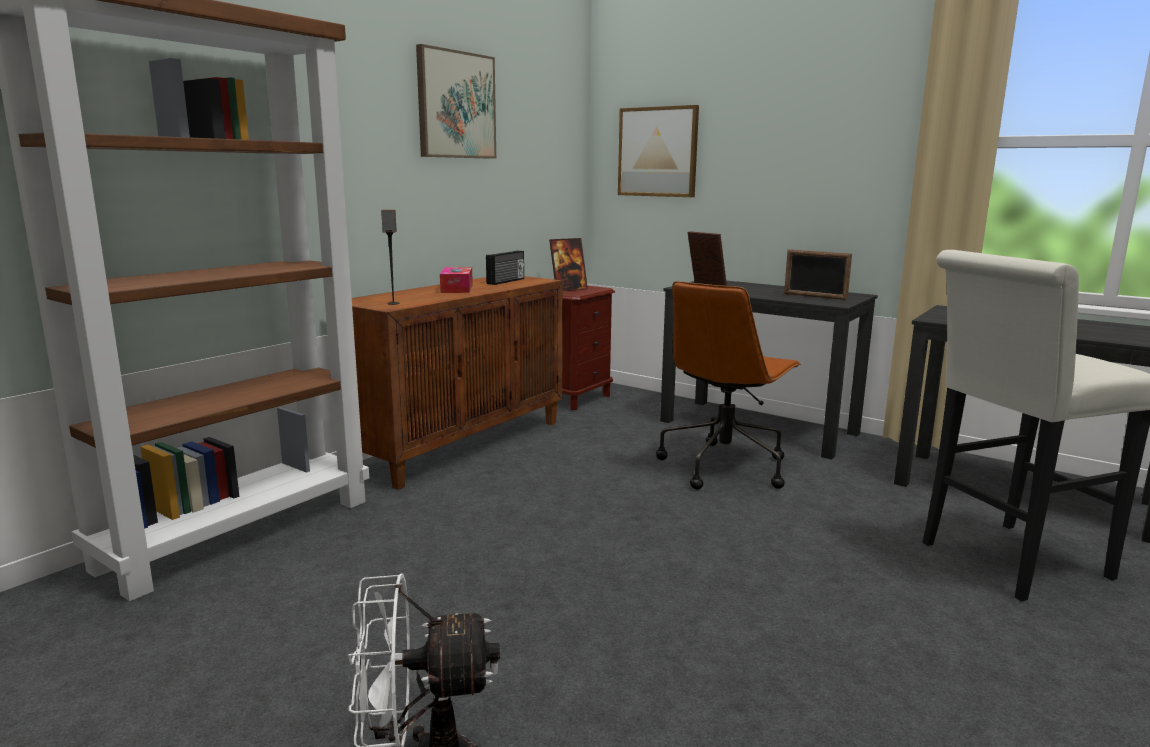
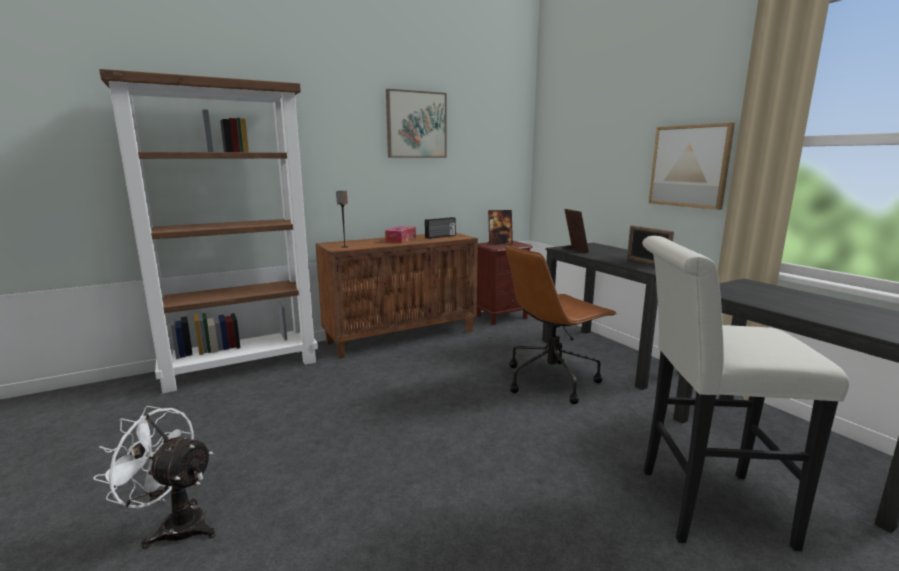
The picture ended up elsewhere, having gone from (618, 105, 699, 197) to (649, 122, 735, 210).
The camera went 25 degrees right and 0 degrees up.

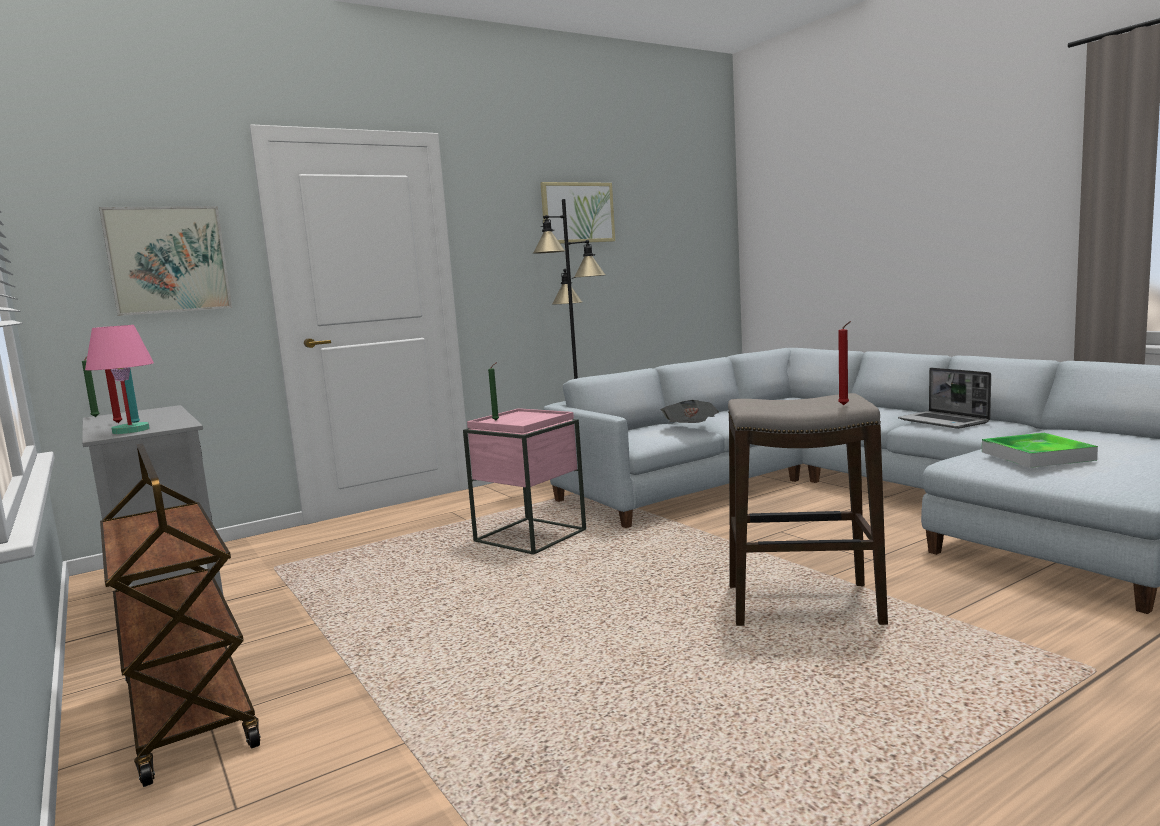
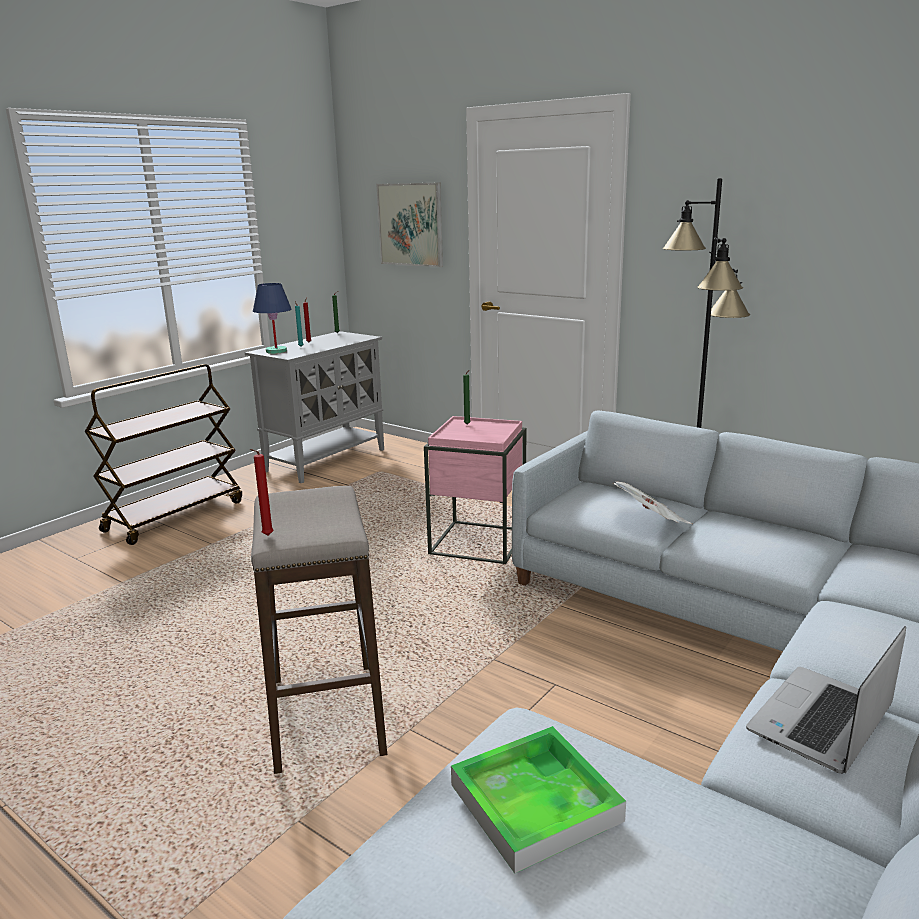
The second view lost the picture at (540, 182, 615, 244).
What was the pinkish table lamp at (85, 325, 154, 434) turned into the bluish table lamp at (253, 283, 291, 354).
The camera went 70 degrees right and 10 degrees up.

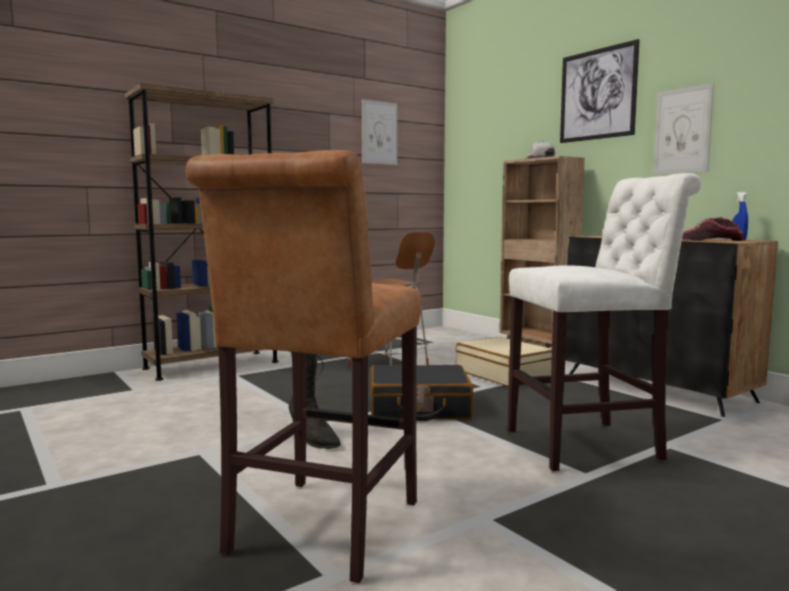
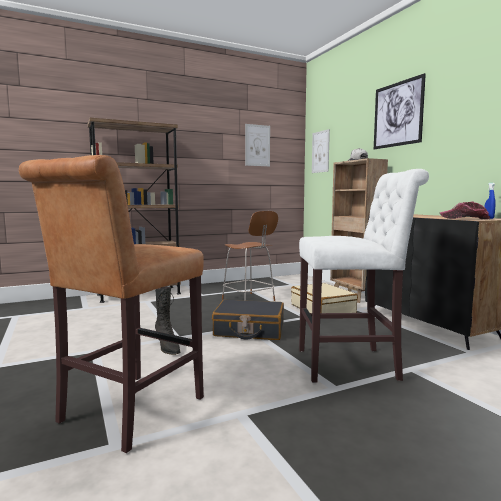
The picture ended up elsewhere, having gone from (653, 83, 714, 175) to (312, 129, 330, 173).
The camera went 10 degrees right and 0 degrees up.

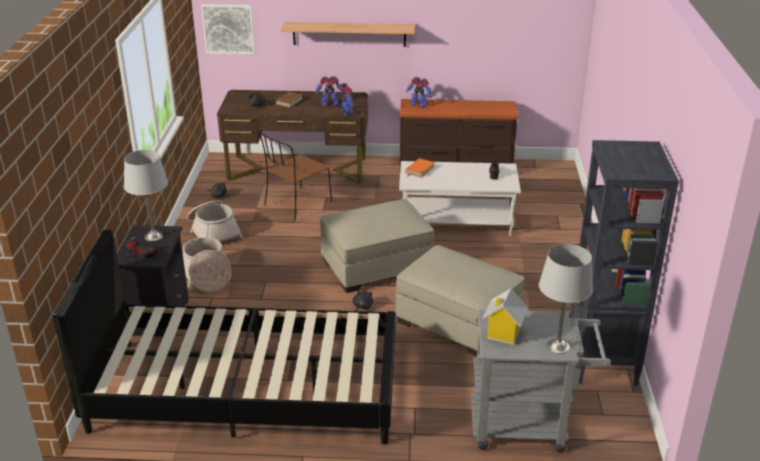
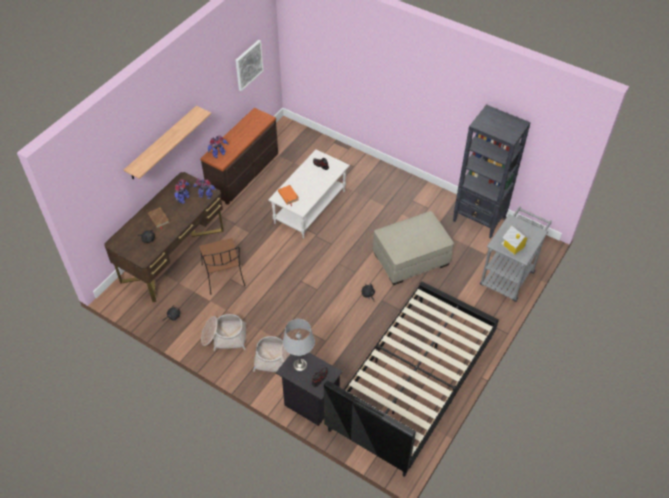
The second view lost the beige footrest at (320, 199, 434, 293).
The second view lost the greyish table lamp at (539, 244, 593, 354).
The picture ended up elsewhere, having gone from (201, 4, 255, 54) to (236, 40, 264, 91).
The camera went 60 degrees left and 20 degrees up.

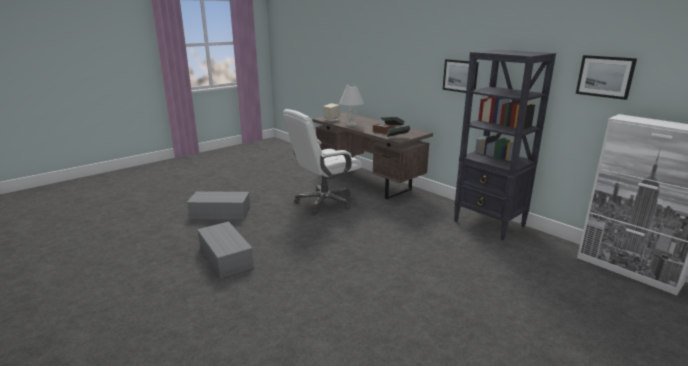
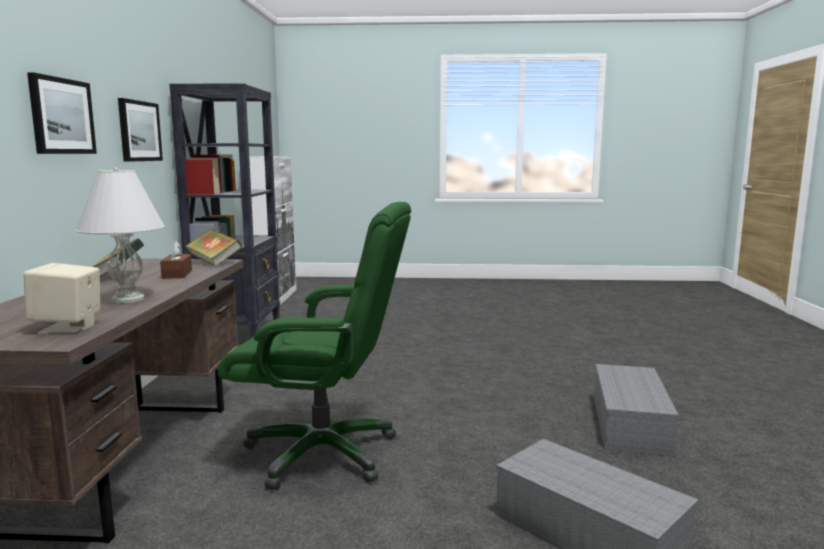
The picture ended up elsewhere, having gone from (576, 55, 637, 100) to (27, 72, 97, 154).
What was the white-coloured office chair at (283, 109, 362, 214) turned into the green office chair at (218, 202, 411, 490).
The camera went 135 degrees left and 10 degrees down.

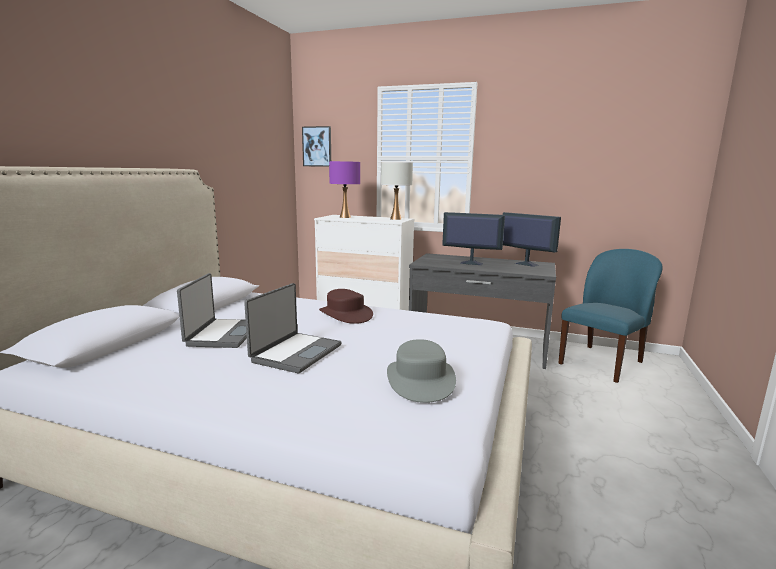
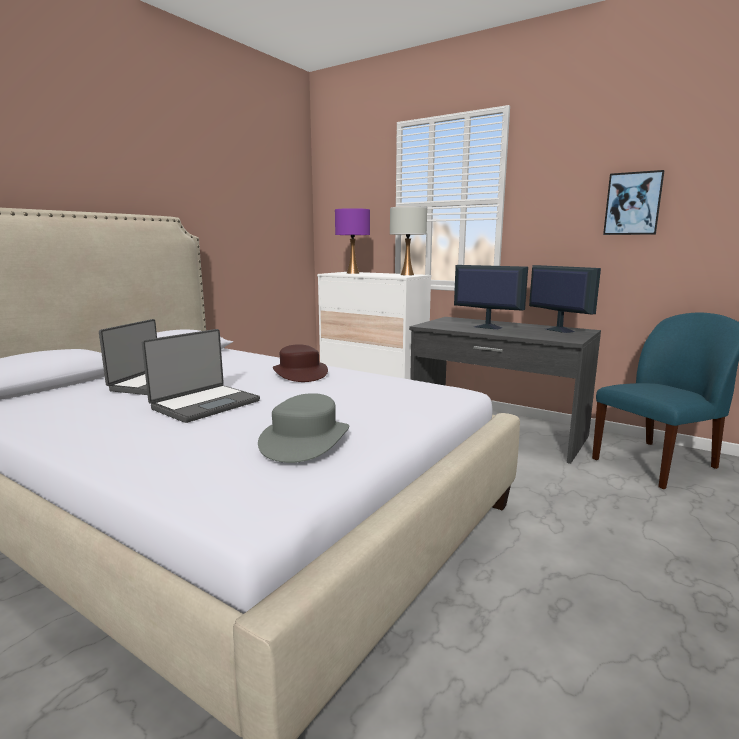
The picture ended up elsewhere, having gone from (302, 126, 331, 167) to (603, 170, 665, 235).
The camera went 15 degrees right and 0 degrees up.

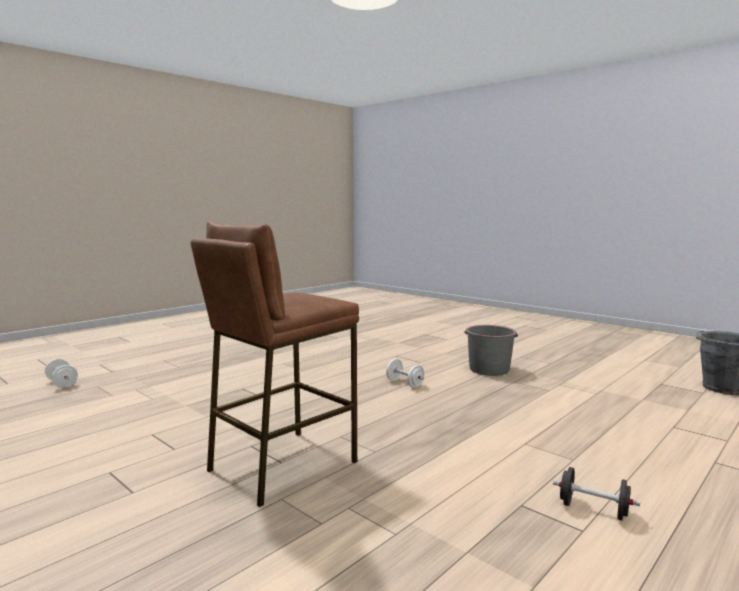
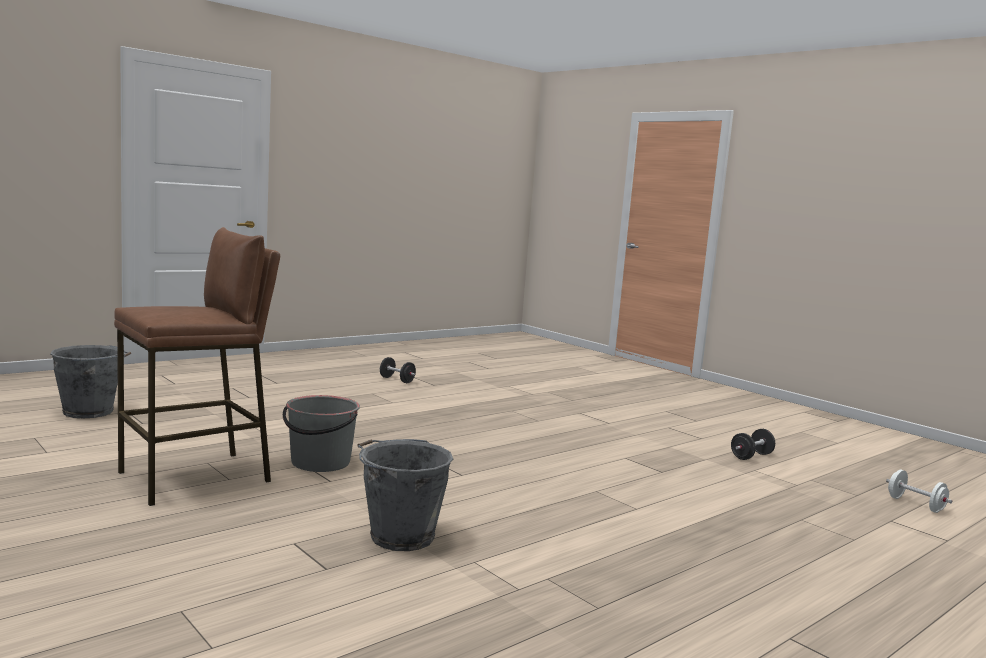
The second view lost the white-coloured dumbbell at (386, 359, 424, 388).
The second view gained the greyish bucket at (358, 439, 453, 551).
The second view gained the black dumbbell at (731, 429, 775, 460).
The brown-coloured stool seat ended up elsewhere, having gone from (191, 221, 359, 507) to (114, 227, 280, 506).
The camera went 175 degrees left and 0 degrees up.

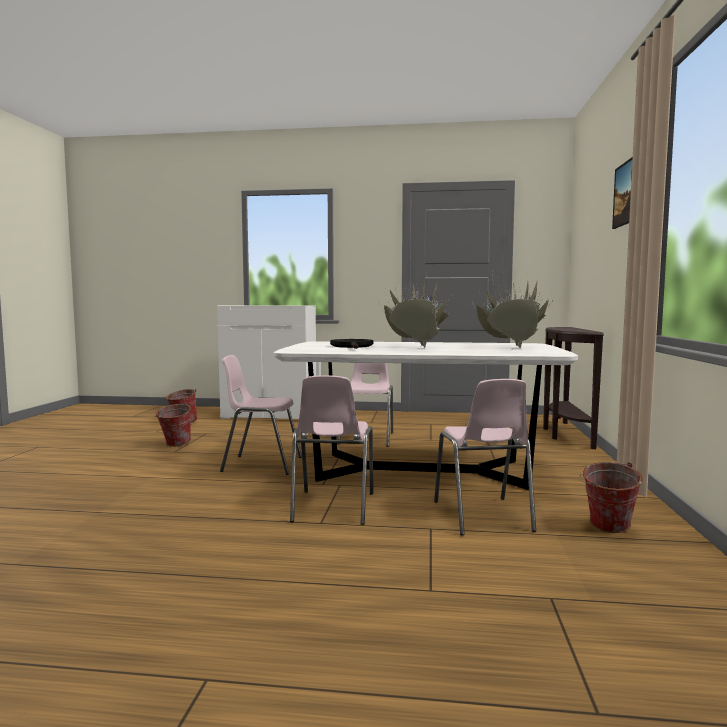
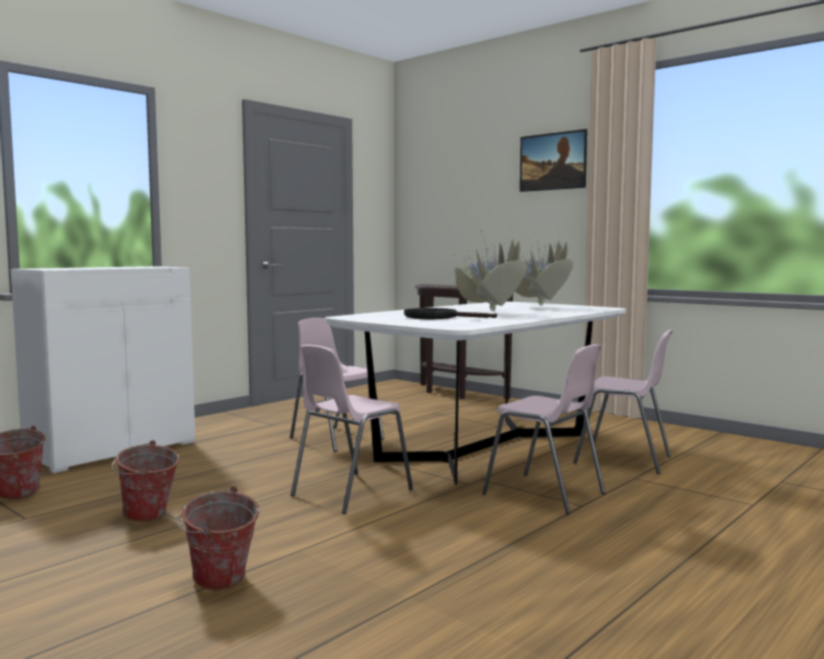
The bucket ended up elsewhere, having gone from (579, 462, 643, 533) to (177, 486, 260, 590).
The camera went 55 degrees left and 0 degrees up.

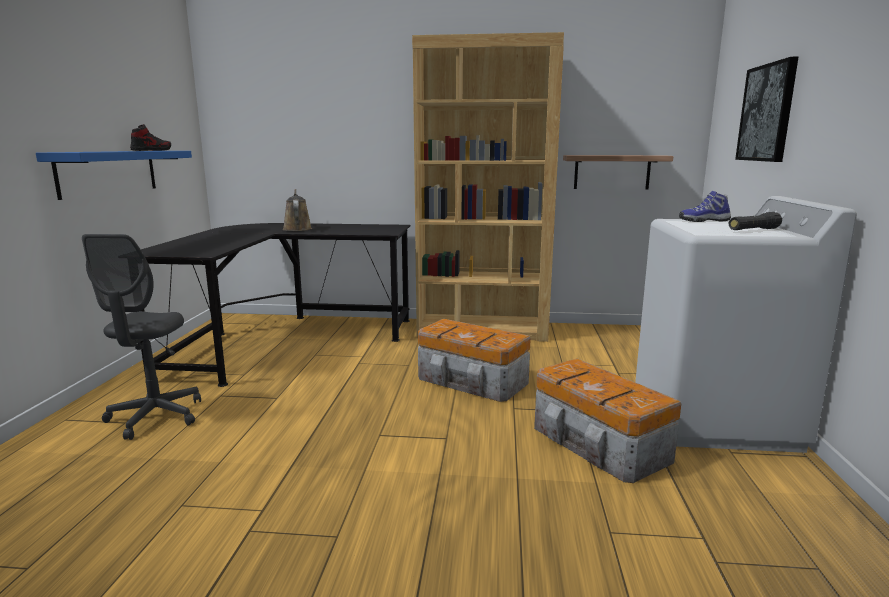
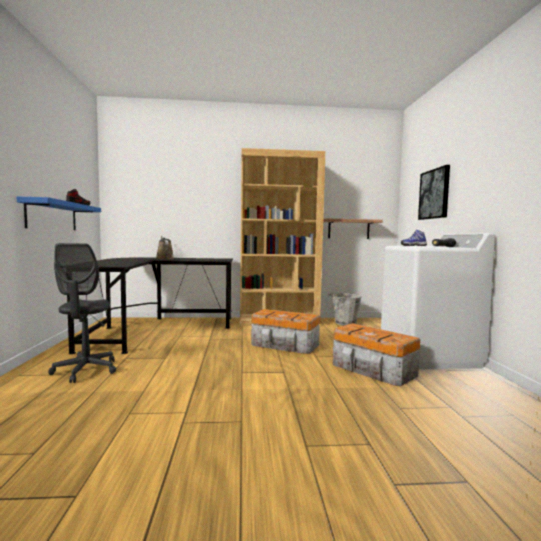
The second view gained the greyish bucket at (329, 293, 362, 325).
The camera went 10 degrees left and 10 degrees down.

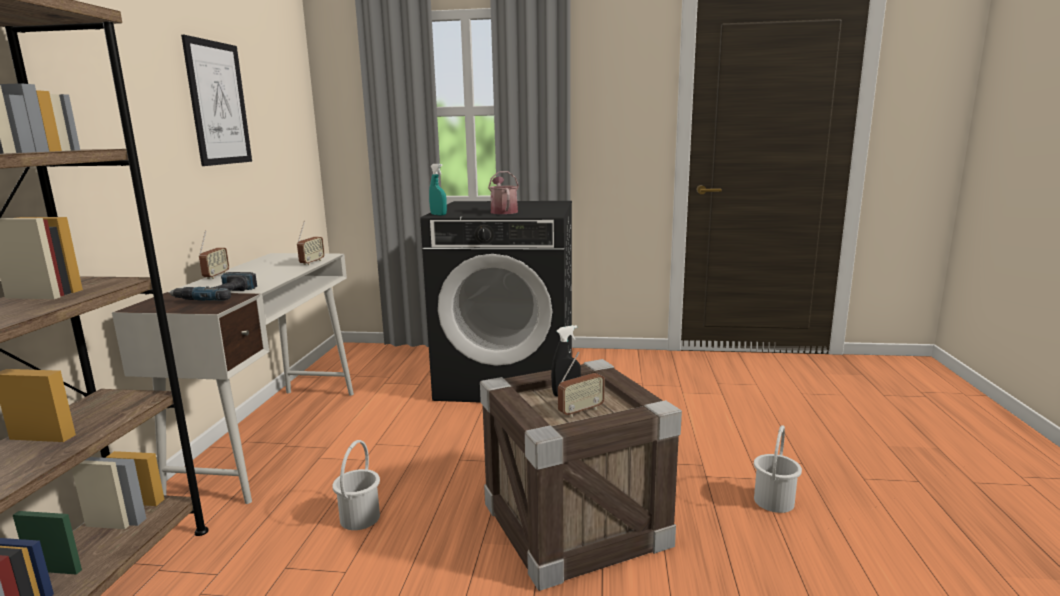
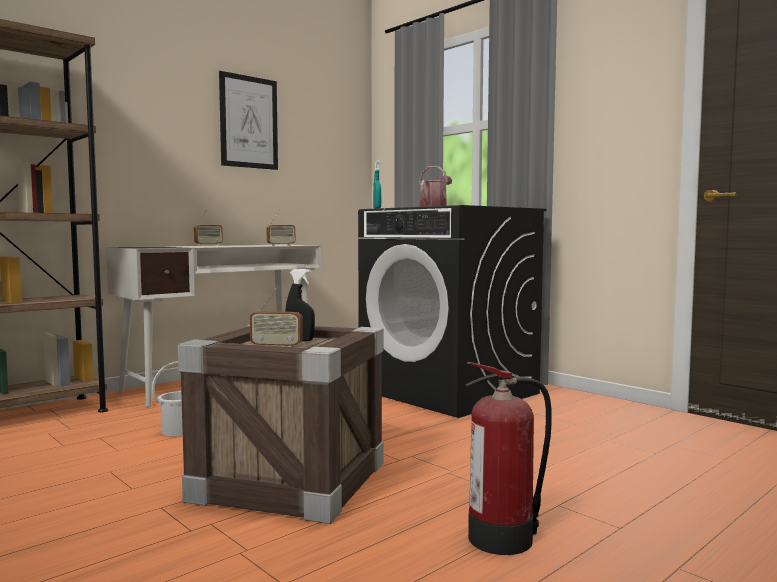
The second view lost the electric drill at (170, 272, 257, 301).
Where the white-coloured bucket stood at (754, 425, 802, 513), the fire extinguisher came to stand at (465, 362, 552, 555).
The camera went 40 degrees right and 10 degrees down.

